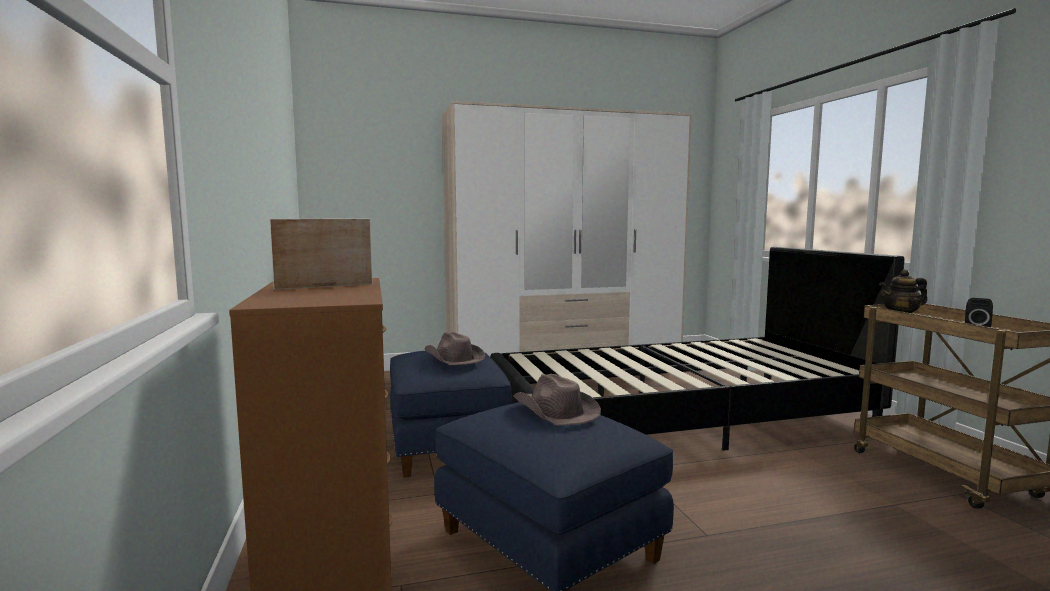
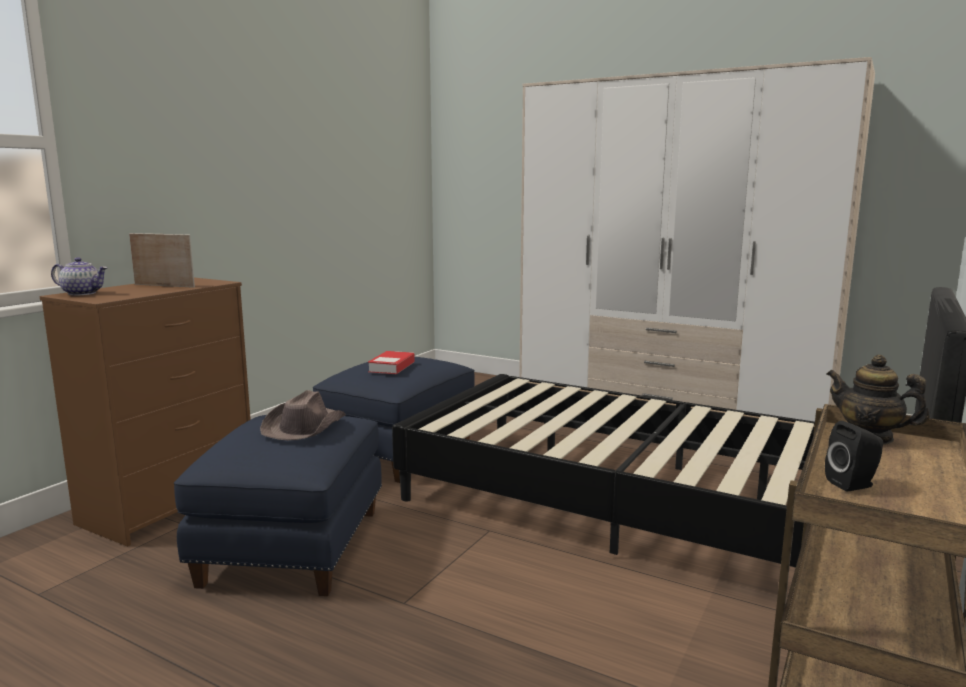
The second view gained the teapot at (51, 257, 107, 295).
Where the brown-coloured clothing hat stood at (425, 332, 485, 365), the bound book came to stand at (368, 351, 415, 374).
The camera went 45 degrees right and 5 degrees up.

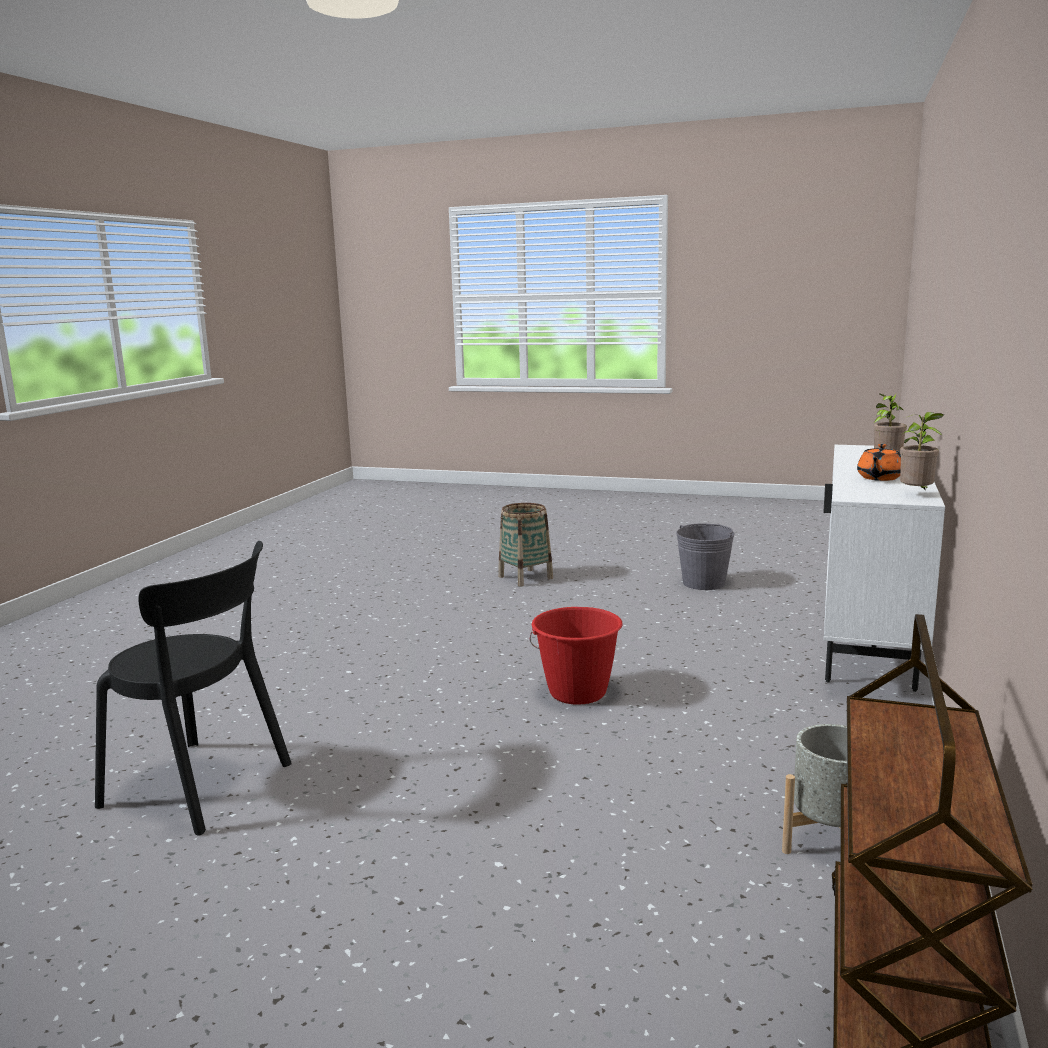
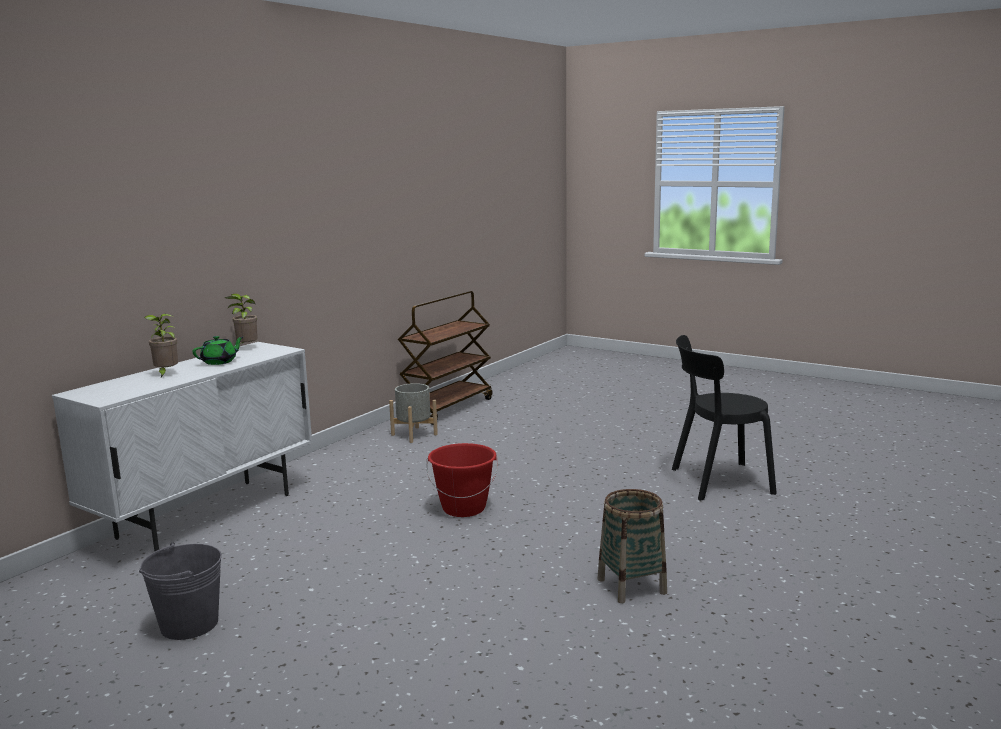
The household basket ended up elsewhere, having gone from (498, 503, 553, 586) to (597, 489, 667, 603).
What was the orangey teapot at (857, 444, 901, 481) turned into the green teapot at (193, 336, 243, 365).
The black plain chair at (95, 541, 292, 836) ended up facing another way, 45 degrees counterclockwise from before.
The camera went 165 degrees left and 0 degrees up.

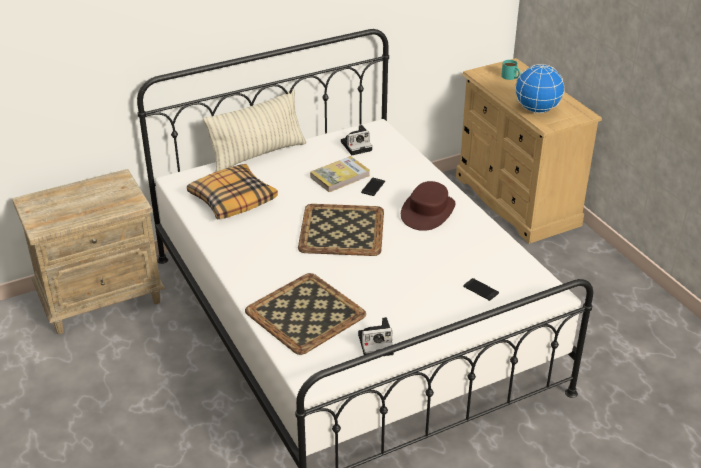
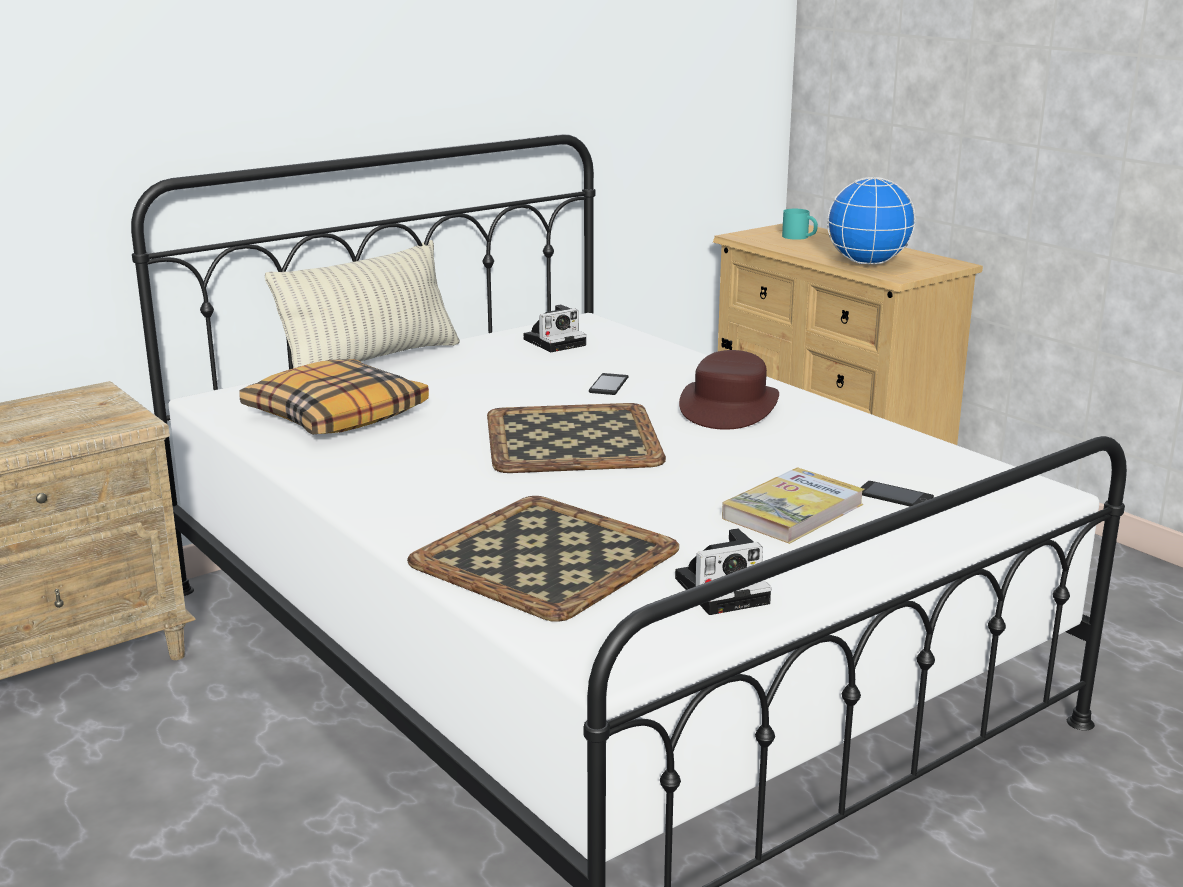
The bound book ended up elsewhere, having gone from (310, 156, 370, 192) to (722, 467, 864, 544).
The camera went 10 degrees left and 15 degrees down.

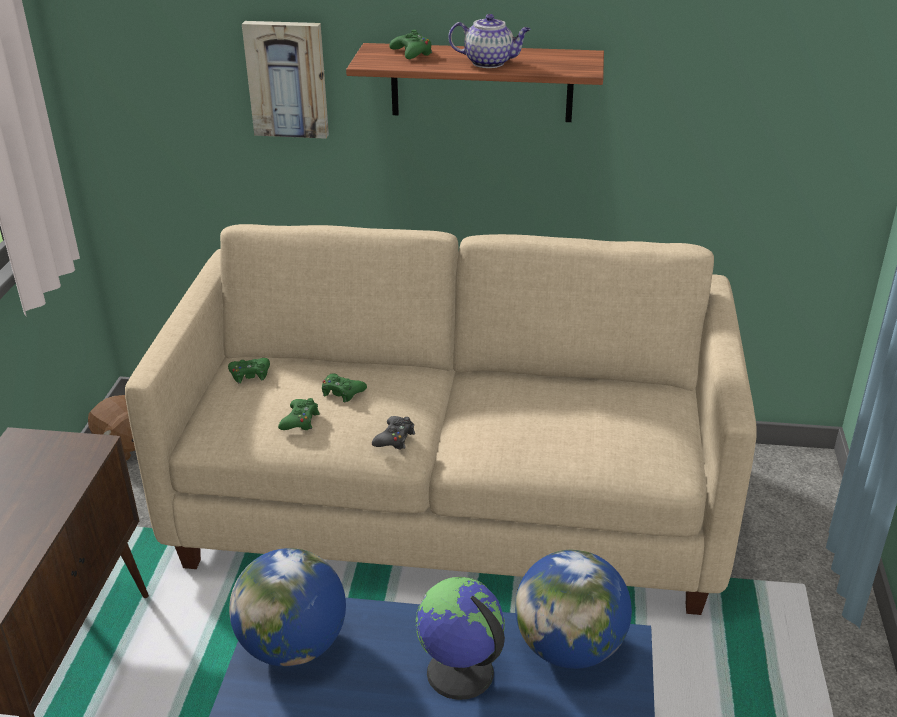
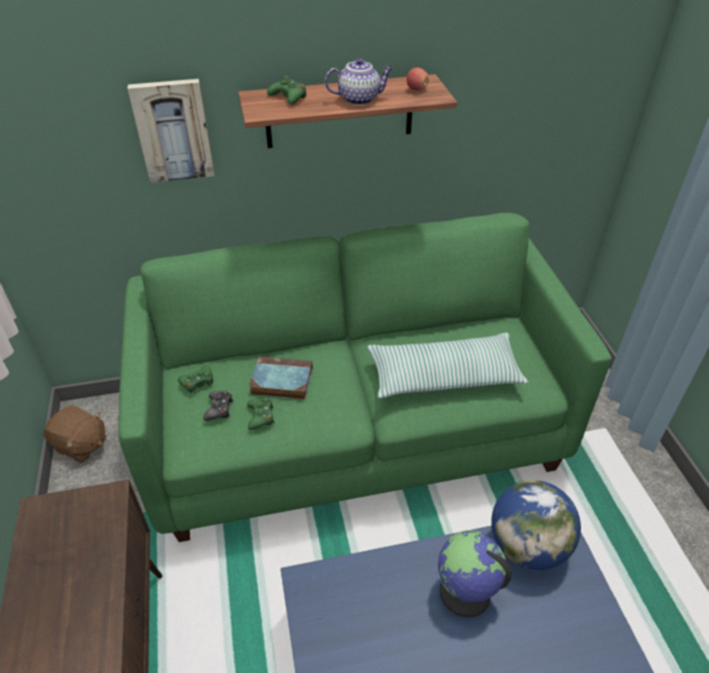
The second view lost the desk globe at (229, 548, 346, 667).
The second view gained the throw pillow at (367, 333, 529, 398).
The second view gained the apple at (407, 67, 429, 90).
The black gamepad ended up elsewhere, having gone from (372, 416, 415, 449) to (203, 391, 234, 421).
Where the green gamepad stood at (322, 373, 367, 402), the bound book came to stand at (249, 356, 313, 400).
What was the beige sofa at (125, 224, 757, 615) turned into the green sofa at (118, 213, 612, 542).
The camera went 20 degrees left and 10 degrees up.

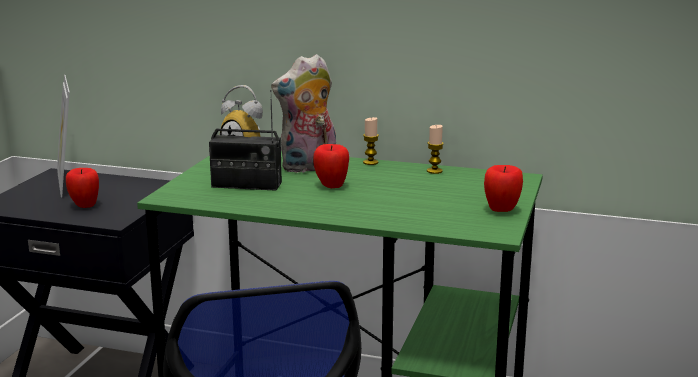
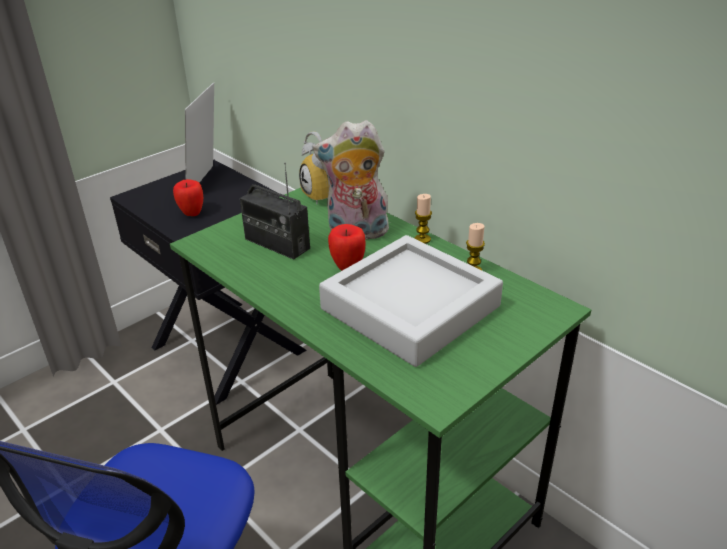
The second view lost the apple at (484, 165, 523, 212).
The second view gained the greyish tray at (319, 235, 503, 367).
The camera went 30 degrees right and 15 degrees up.

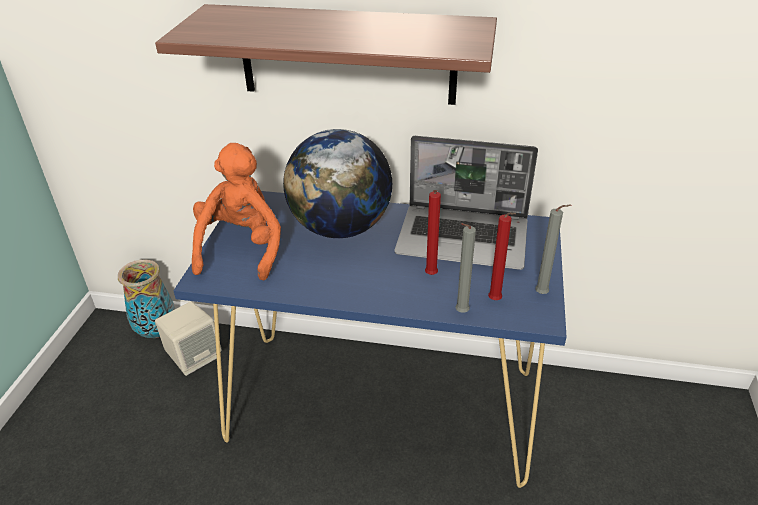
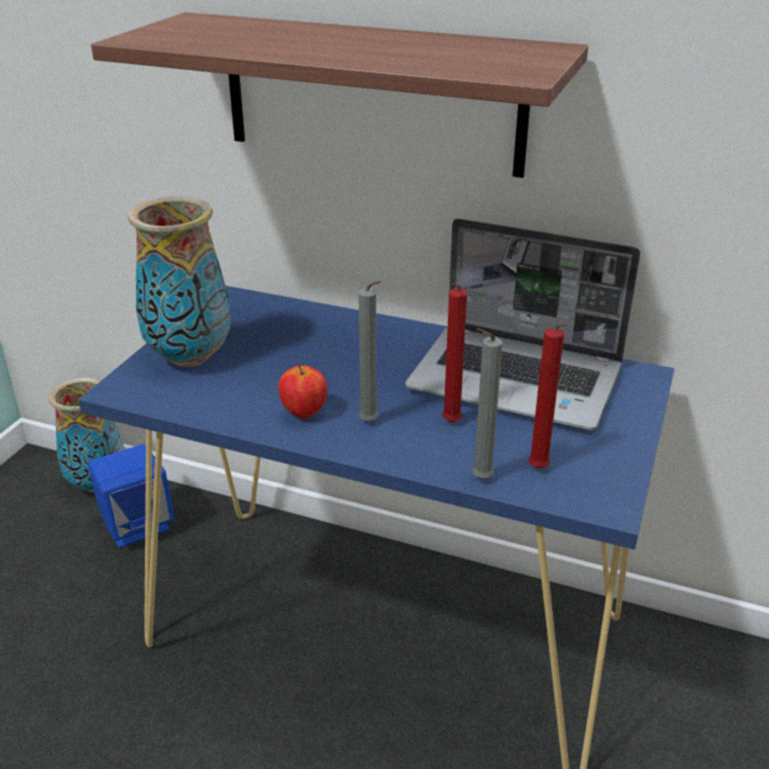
The second view lost the desk globe at (283, 129, 392, 238).
The second view gained the apple at (278, 364, 327, 419).
The greyish wax light ended up elsewhere, having gone from (535, 204, 571, 294) to (358, 281, 382, 422).
Where the orangey cuddly toy stood at (192, 143, 281, 280), the flower vase came to stand at (128, 196, 231, 367).
What was the beige speaker at (155, 302, 222, 376) turned into the bluish speaker at (88, 444, 175, 548).
The camera went 10 degrees right and 5 degrees down.

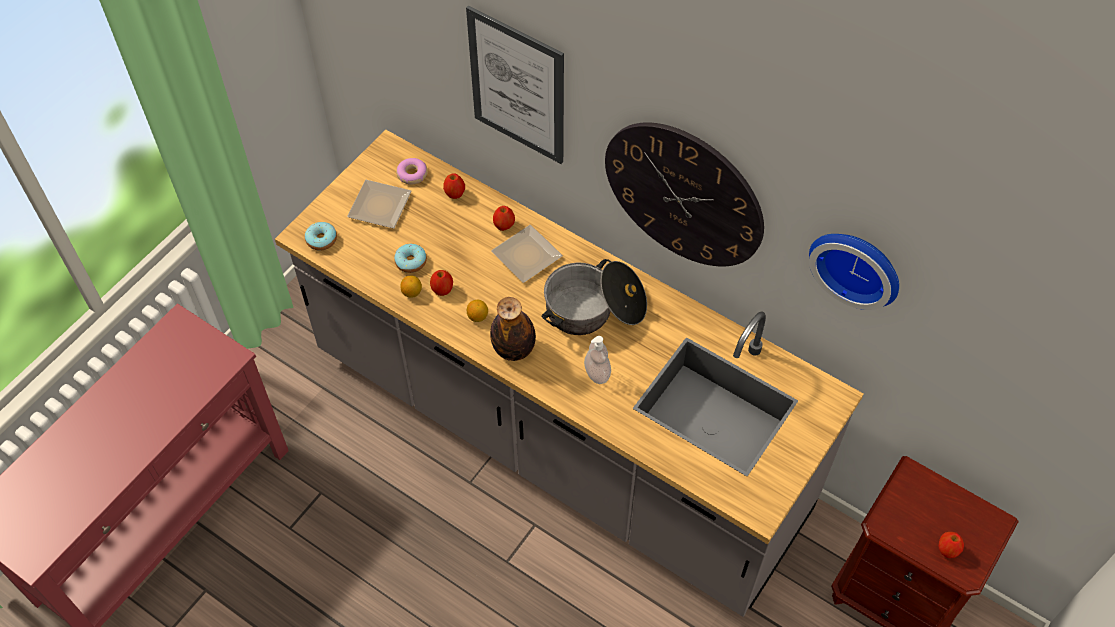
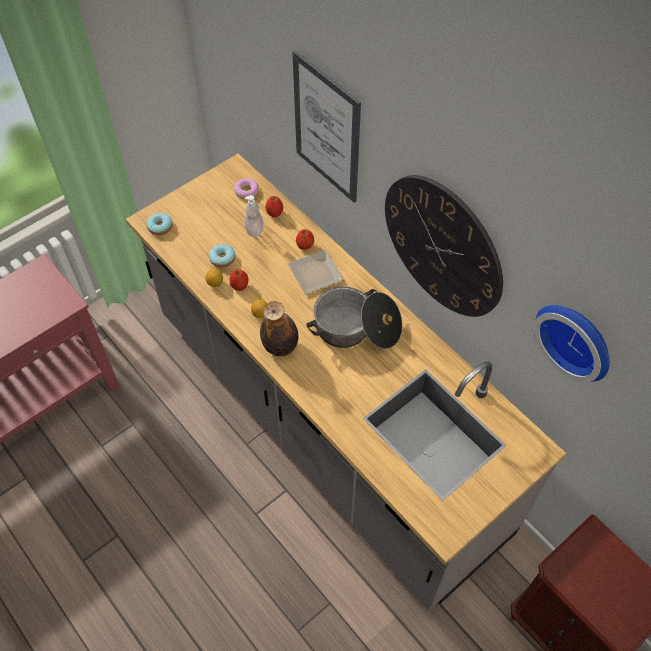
The second view lost the dinner plate at (347, 180, 412, 229).
The second view lost the apple at (938, 532, 964, 558).
The soap dispenser ended up elsewhere, having gone from (584, 336, 611, 384) to (244, 195, 264, 237).
The camera went 15 degrees right and 0 degrees up.

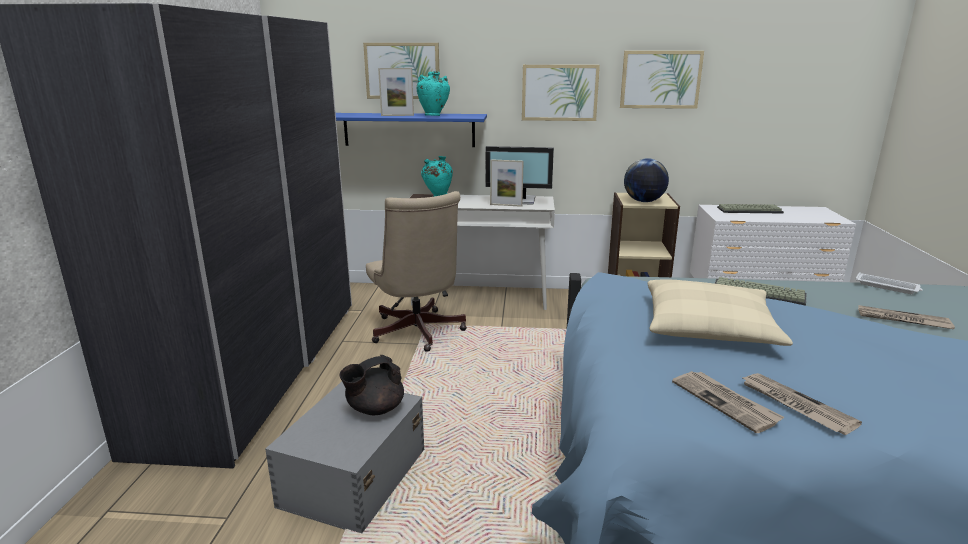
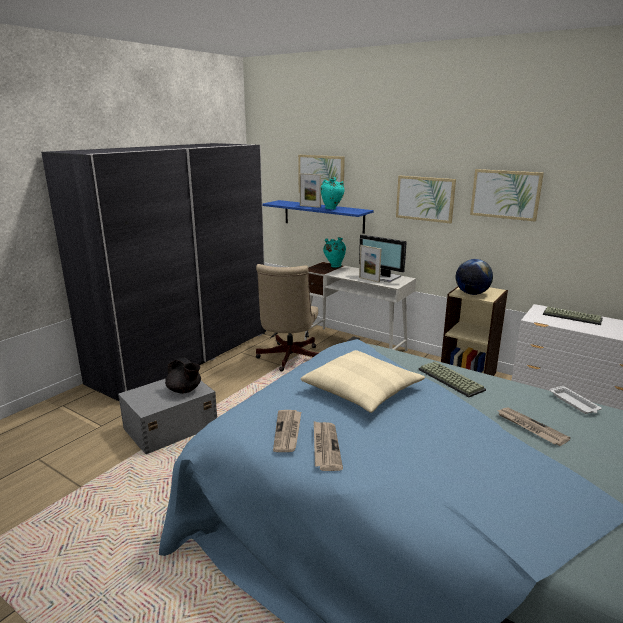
The black teapot at (340, 355, 404, 415) ended up facing another way, 135 degrees counterclockwise from before.
The camera went 30 degrees right and 0 degrees up.

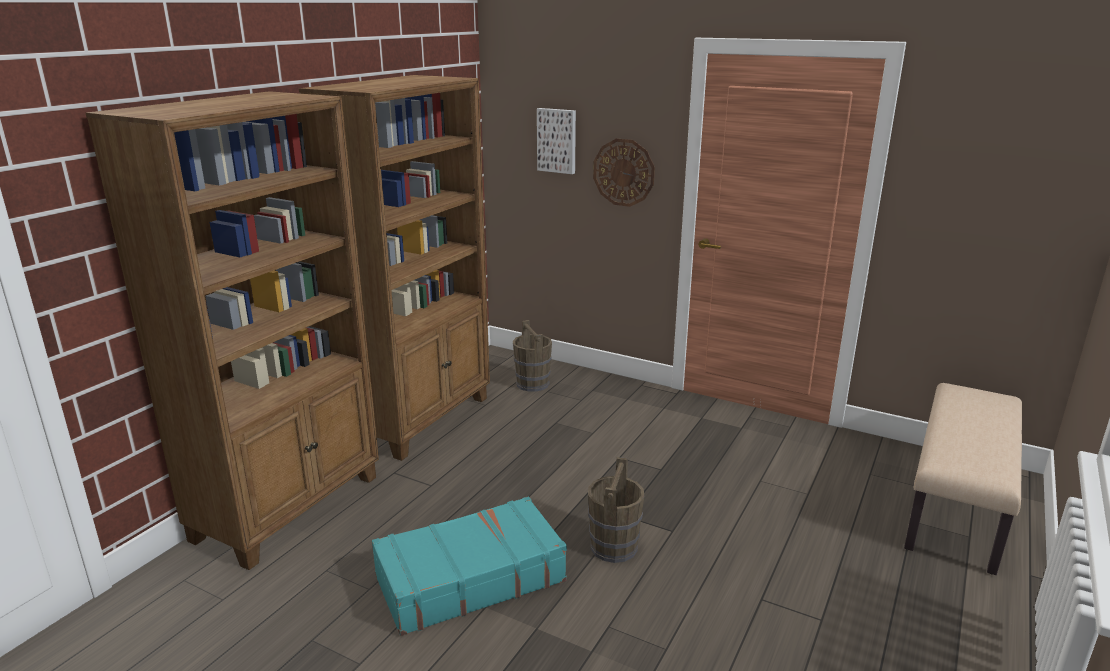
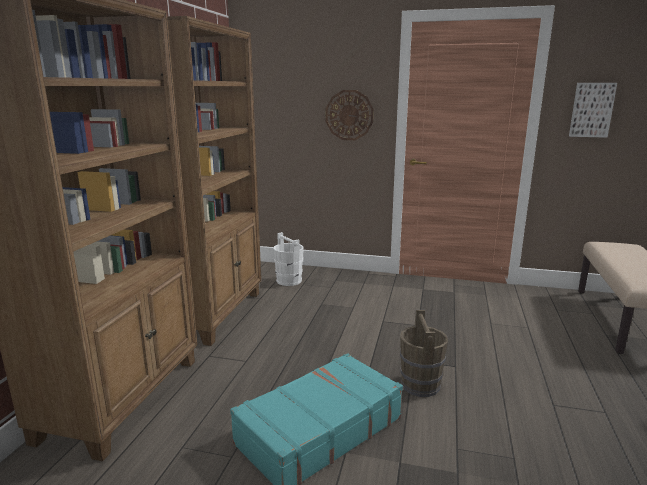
The picture ended up elsewhere, having gone from (537, 108, 576, 174) to (569, 83, 617, 138).
What was the brown-coloured bucket at (513, 320, 552, 392) turned into the white-coloured bucket at (273, 232, 303, 286).
The camera went 15 degrees left and 5 degrees down.

